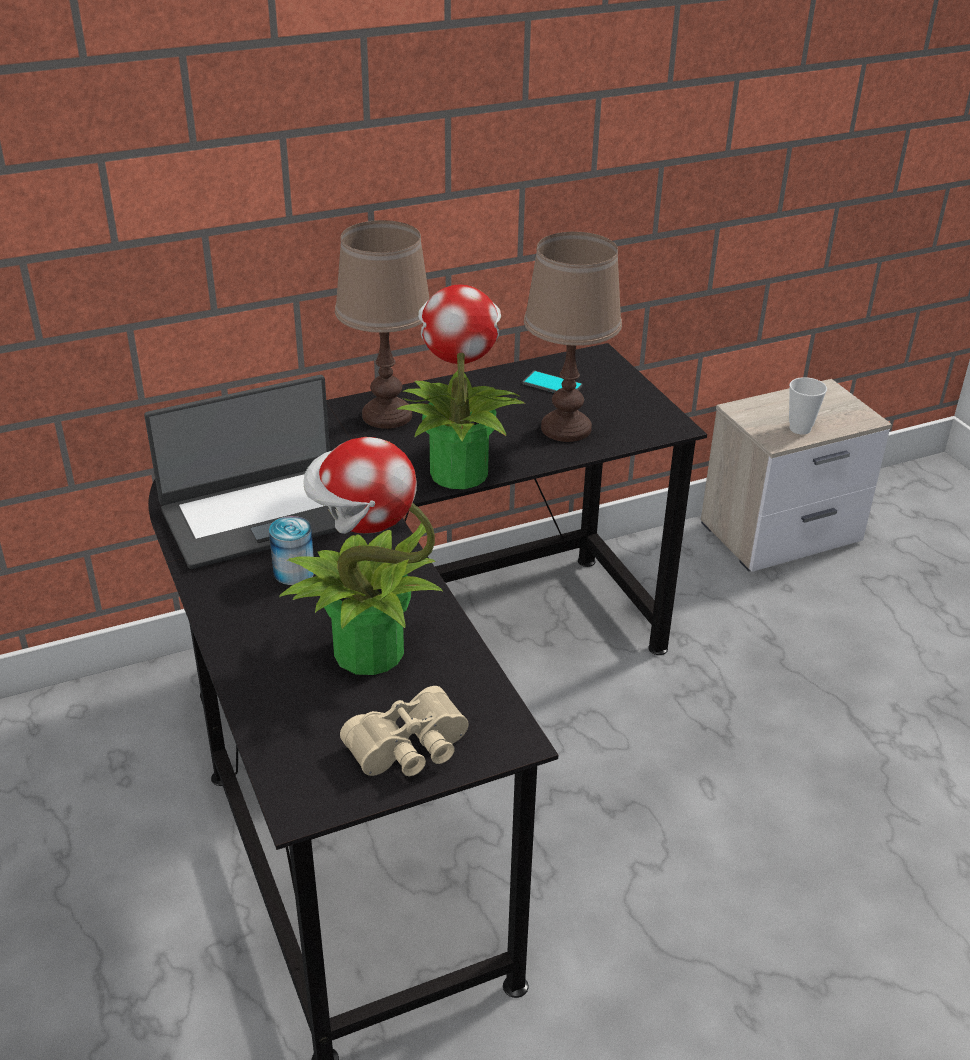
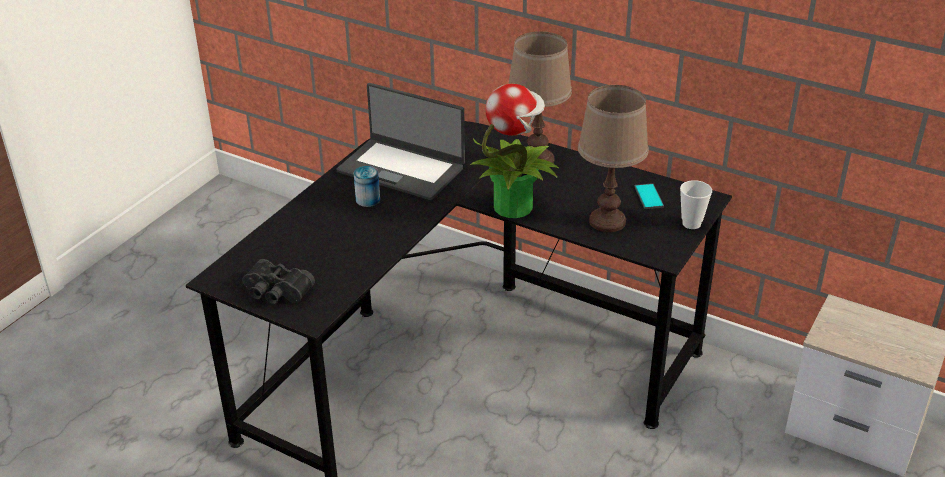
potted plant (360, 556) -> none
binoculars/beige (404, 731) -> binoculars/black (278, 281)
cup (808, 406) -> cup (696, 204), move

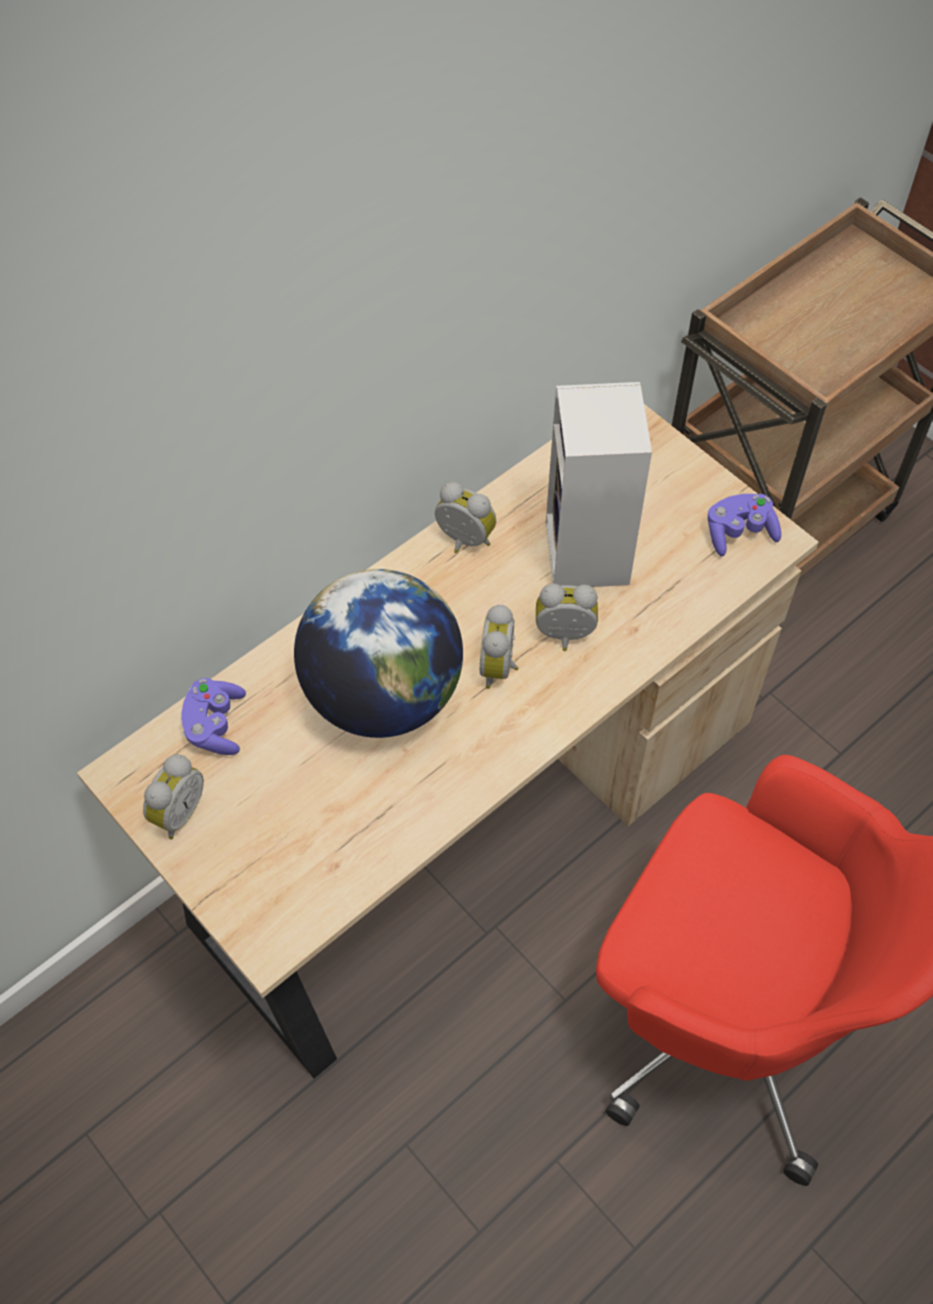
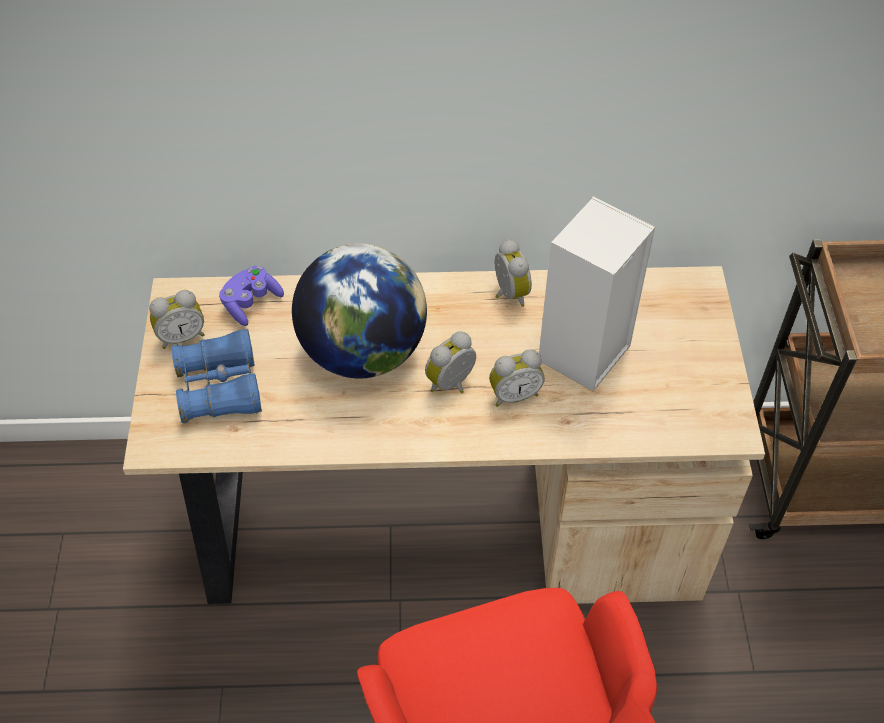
alarm clock (567, 617) -> alarm clock (517, 378), 120 degrees clockwise
game controller/purple (744, 525) -> none
none -> binoculars/blue (216, 376)

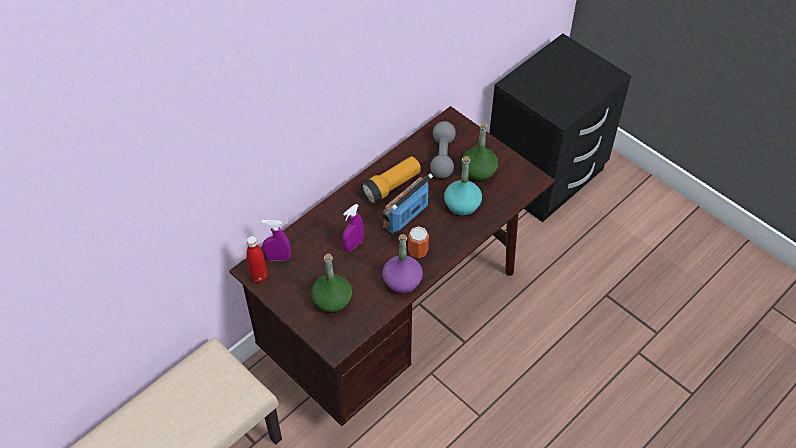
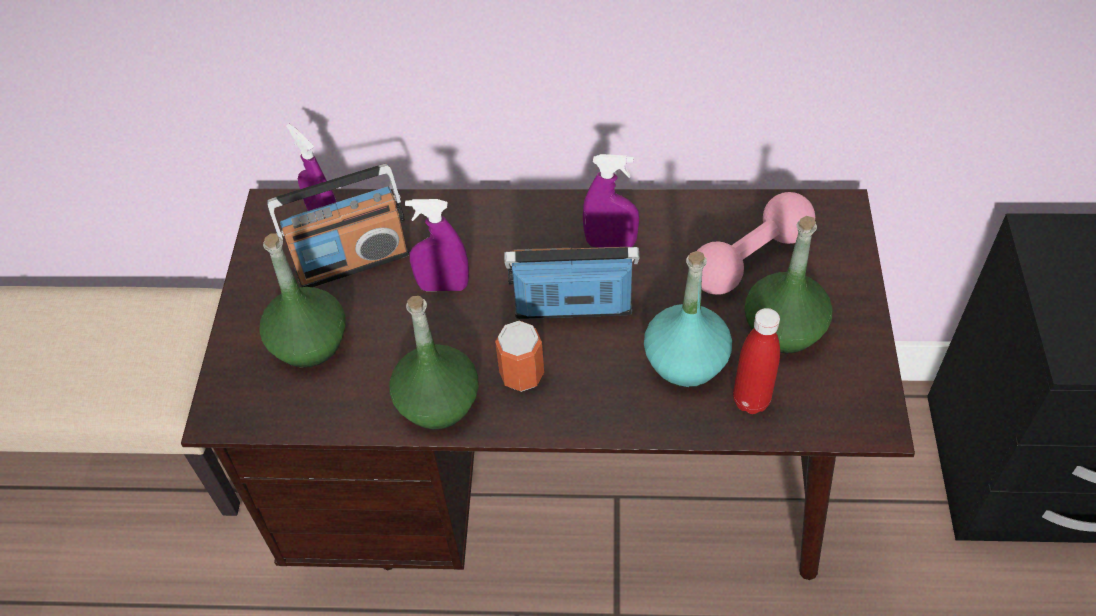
bottle/red (256, 259) -> bottle/red (756, 361), move
flashlight (391, 180) -> spray bottle/purple (611, 201)
bottle/purple (402, 264) -> bottle/green (434, 363)
dumbbell/grey (443, 149) -> dumbbell/pink (756, 243)
none -> radio (338, 225)

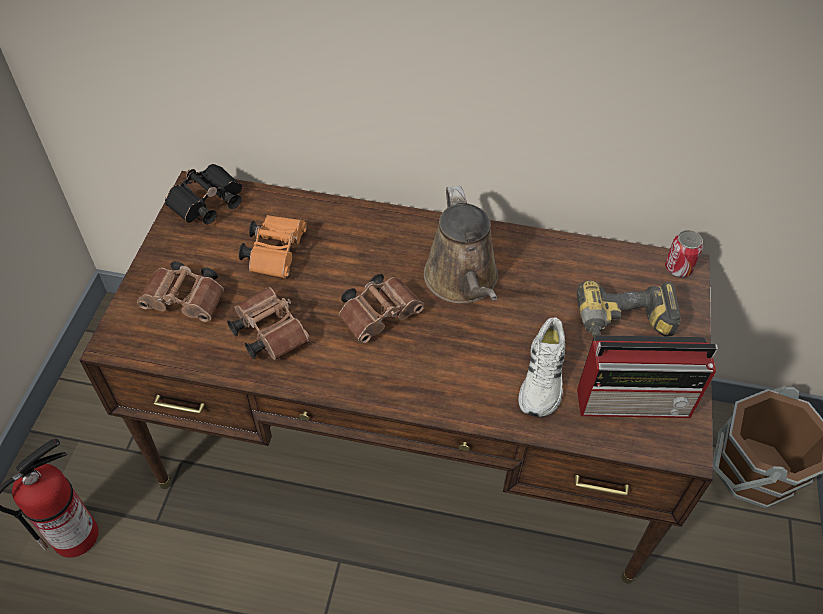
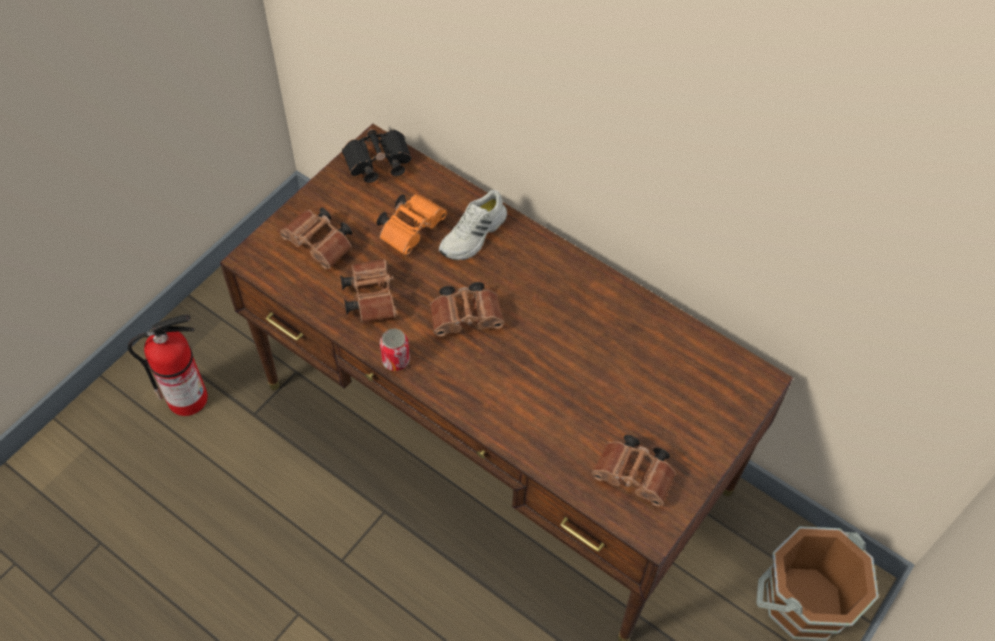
watering can/brown (461, 244) -> none
shoe/white (541, 367) -> shoe/white (473, 225), move
power drill (629, 308) -> none
radio (647, 376) -> binoculars/brown (634, 471)
can (684, 253) -> can (395, 349), move

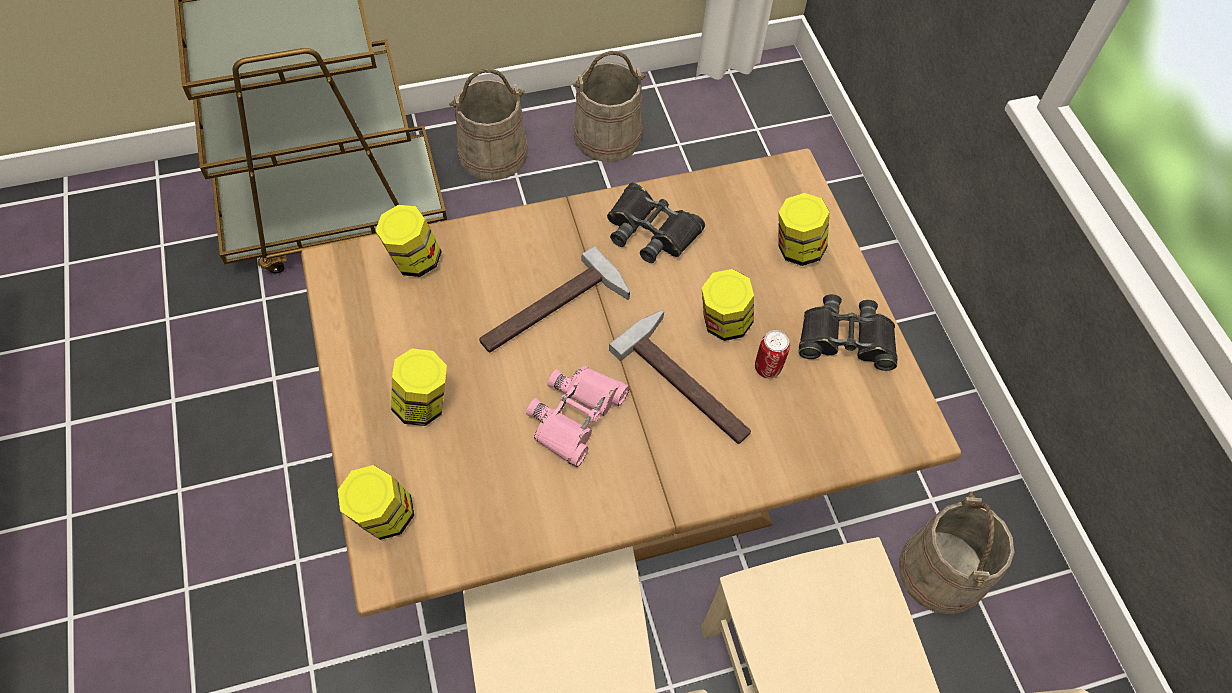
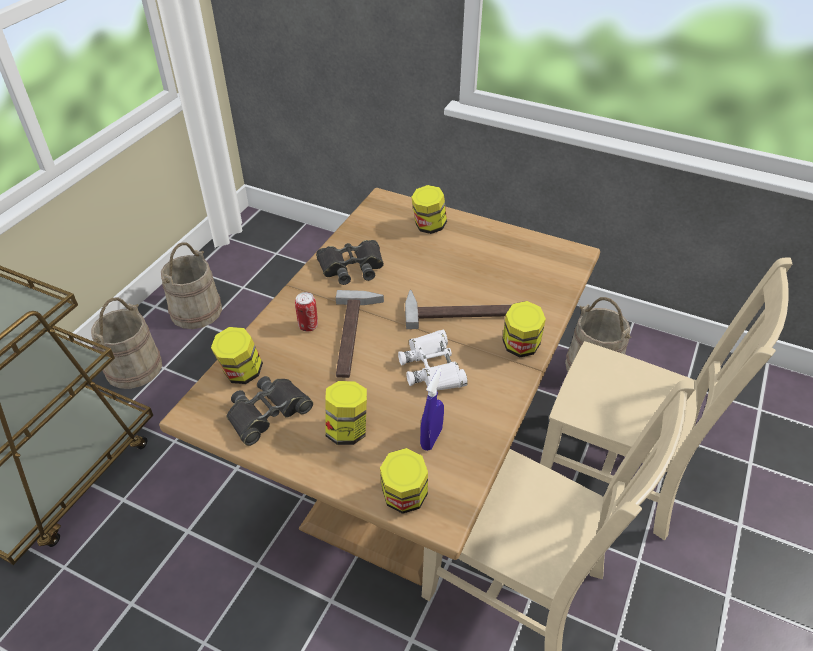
binoculars/pink (578, 416) -> binoculars/white (433, 360)
jar (728, 305) -> jar (524, 329), move
can (772, 354) -> can (306, 312), move
binoculars/black (848, 332) -> binoculars/black (269, 411), move
none -> spray bottle/blue (432, 409)

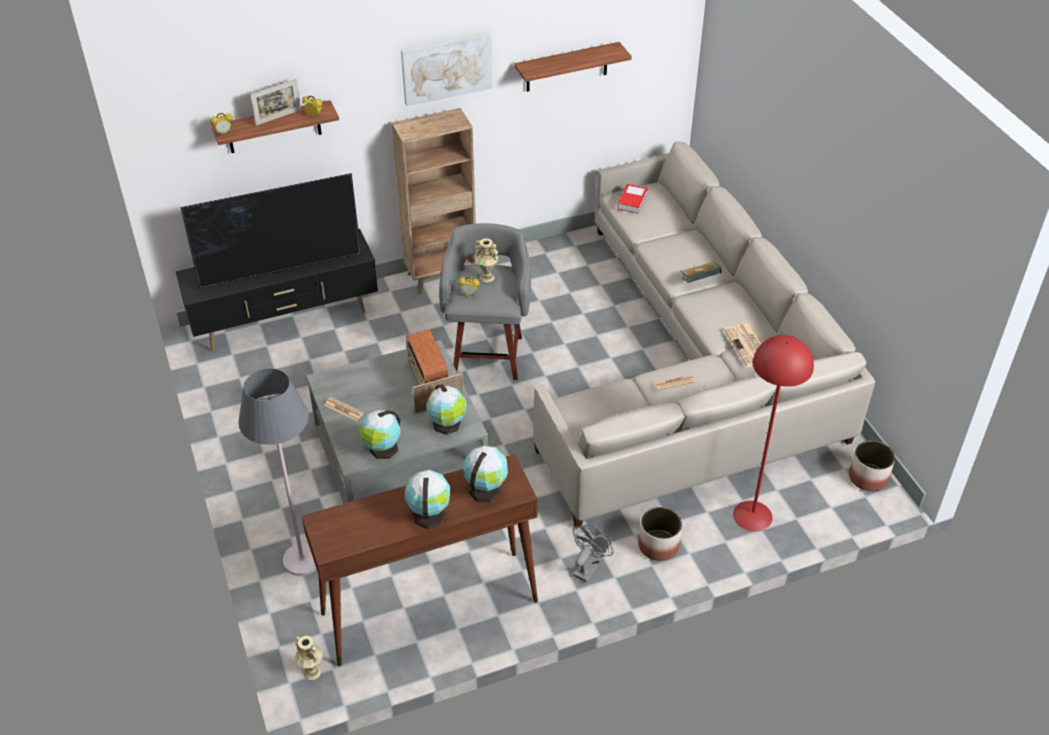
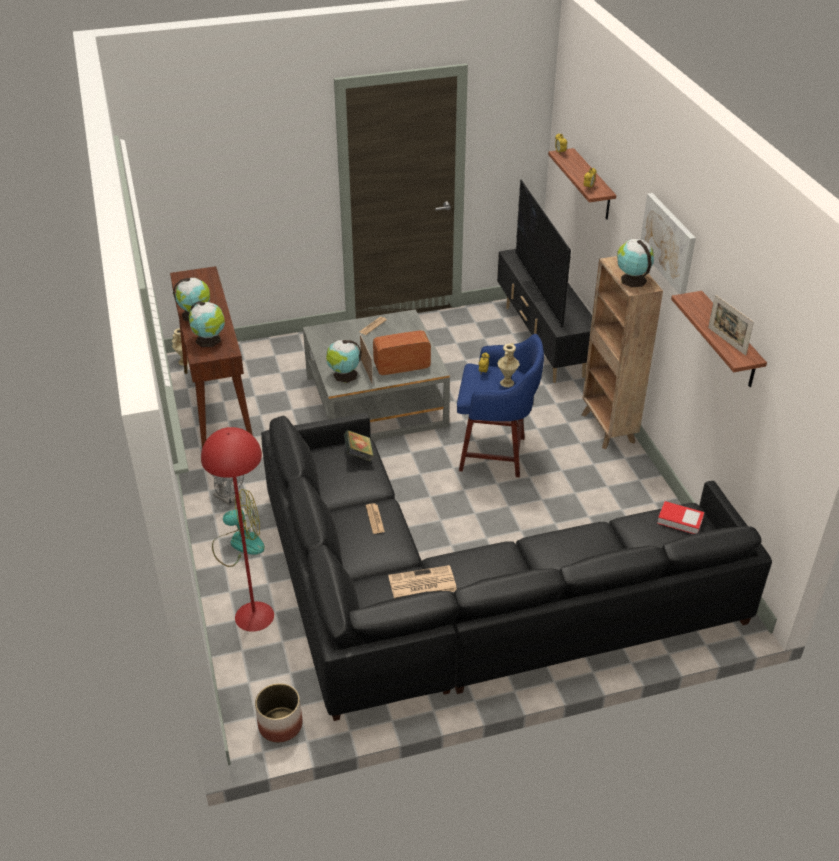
floor lamp/grey (277, 472) -> none
picture frame (275, 102) -> picture frame (731, 325), move
globe (380, 434) -> globe (635, 263), move
stool/grey (485, 301) -> stool/blue (500, 405)
sofa/beige (704, 335) -> sofa/black (516, 567)
planter (660, 534) -> fan (238, 528)
book (701, 272) -> book (359, 446), move

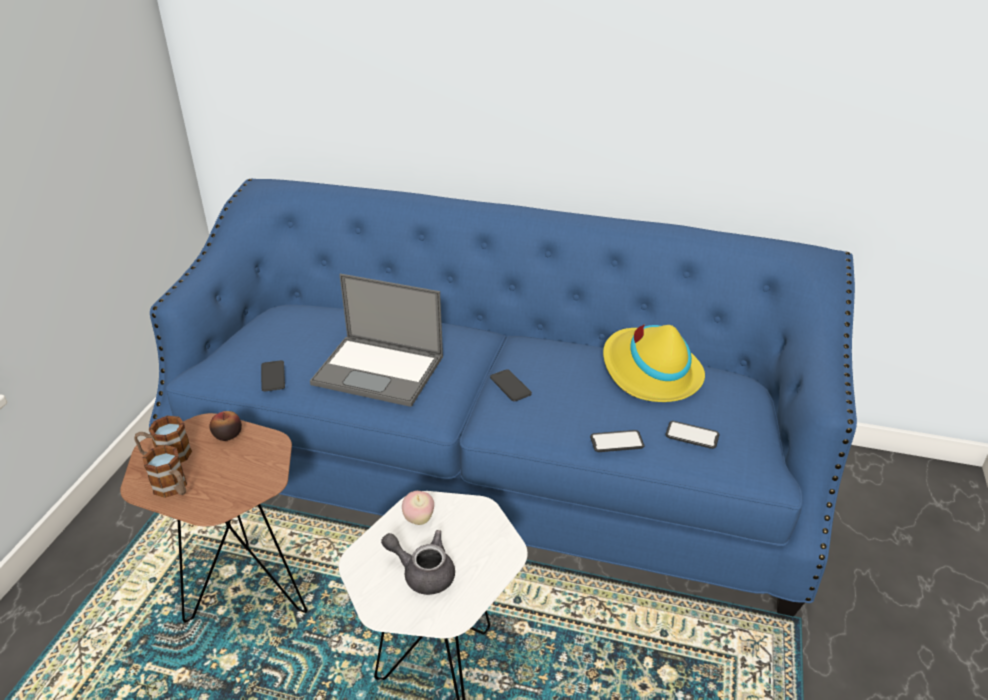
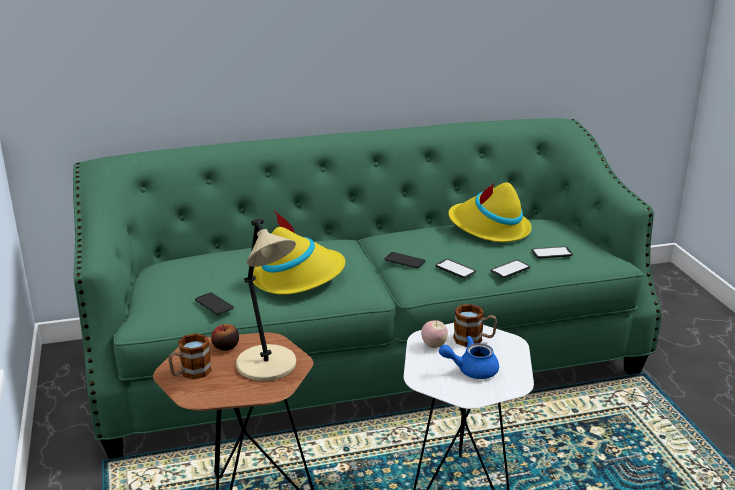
mug (164, 471) -> mug (475, 325), move
sofa/blue (503, 397) -> sofa/green (367, 288)
laptop (376, 340) -> hat/yellow (299, 253)
teapot/grey (418, 562) -> teapot/blue (469, 357)
none -> table lamp/beige (266, 300)
none -> phone (455, 268)

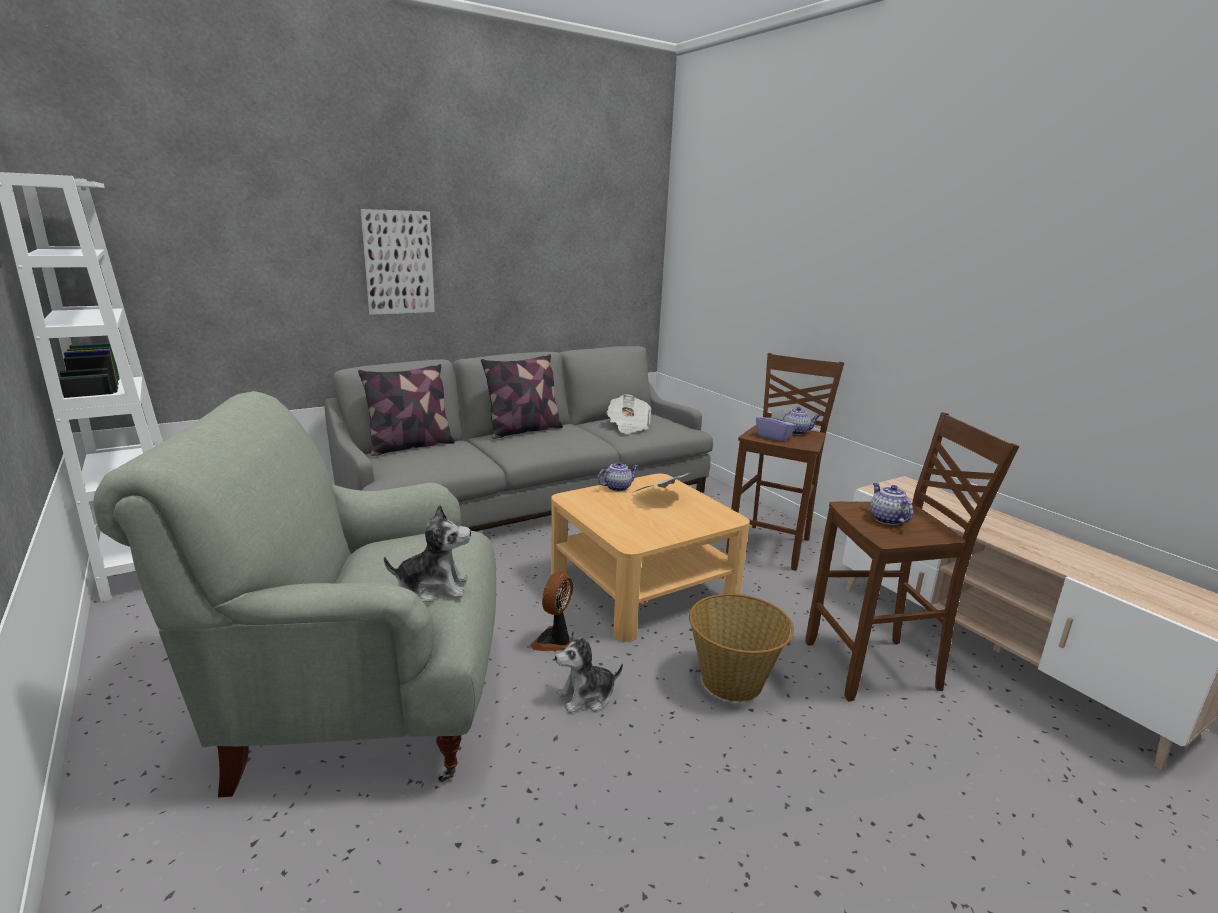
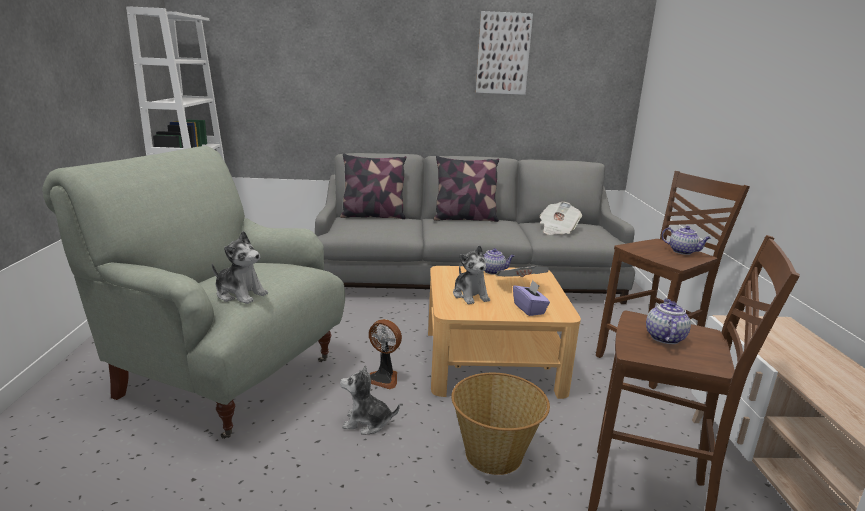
picture (398, 262) -> picture (504, 53), move
fan (551, 611) -> fan (385, 354), 120 degrees counterclockwise
tissue box/purple (776, 425) -> tissue box/purple (531, 298), move
none -> plush toy (471, 274)

